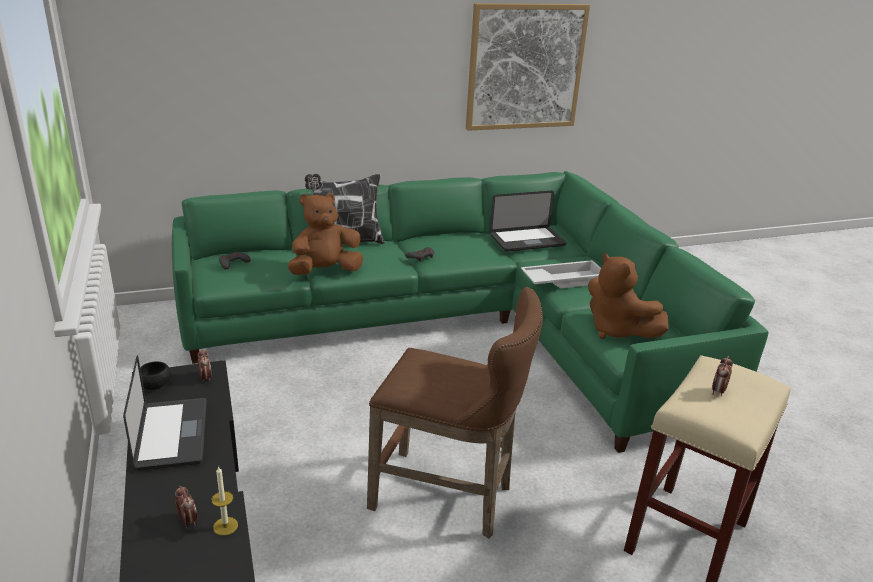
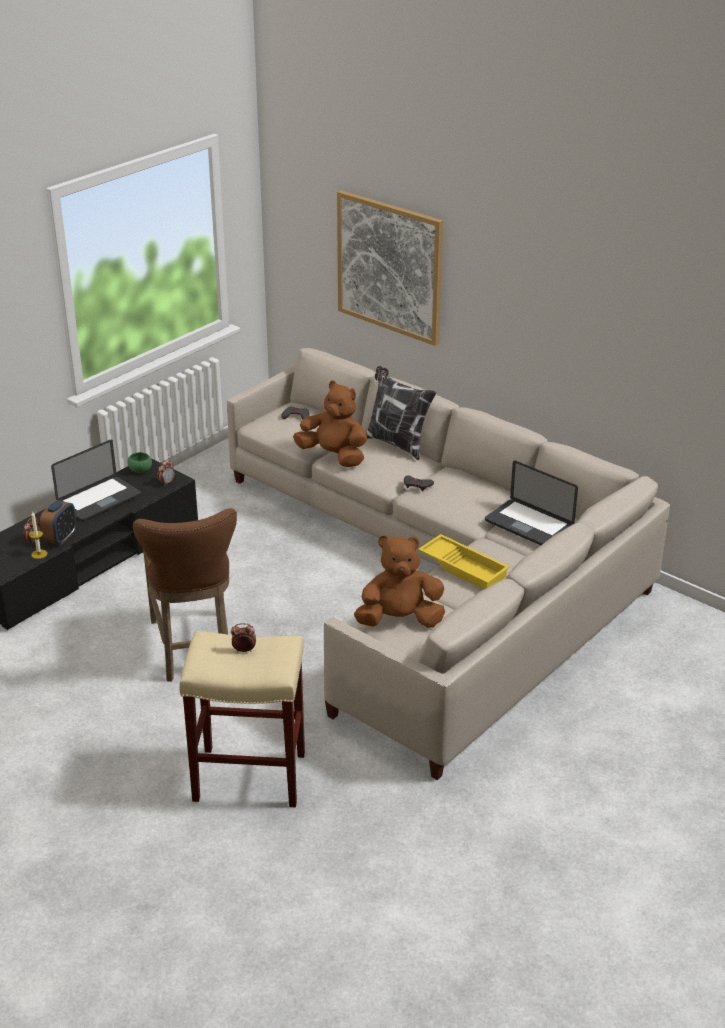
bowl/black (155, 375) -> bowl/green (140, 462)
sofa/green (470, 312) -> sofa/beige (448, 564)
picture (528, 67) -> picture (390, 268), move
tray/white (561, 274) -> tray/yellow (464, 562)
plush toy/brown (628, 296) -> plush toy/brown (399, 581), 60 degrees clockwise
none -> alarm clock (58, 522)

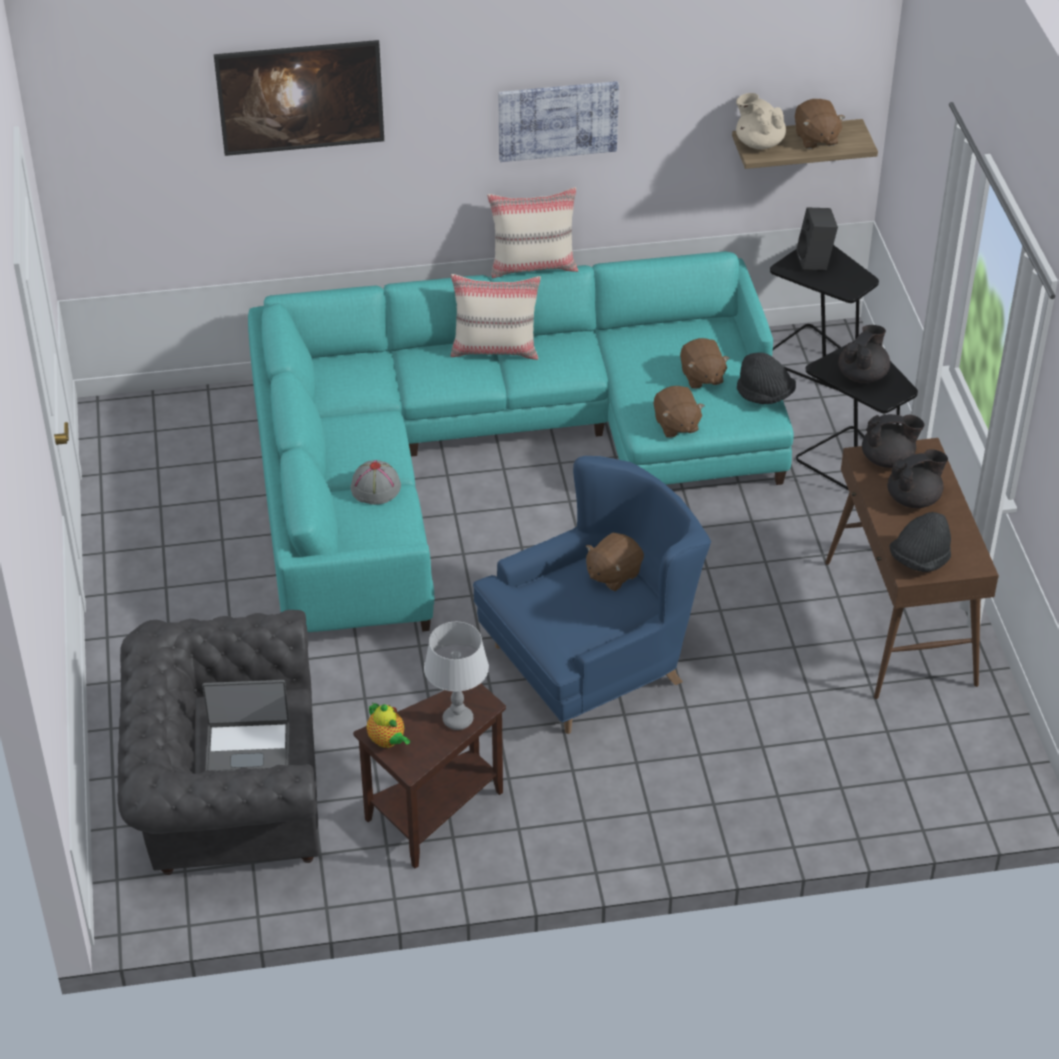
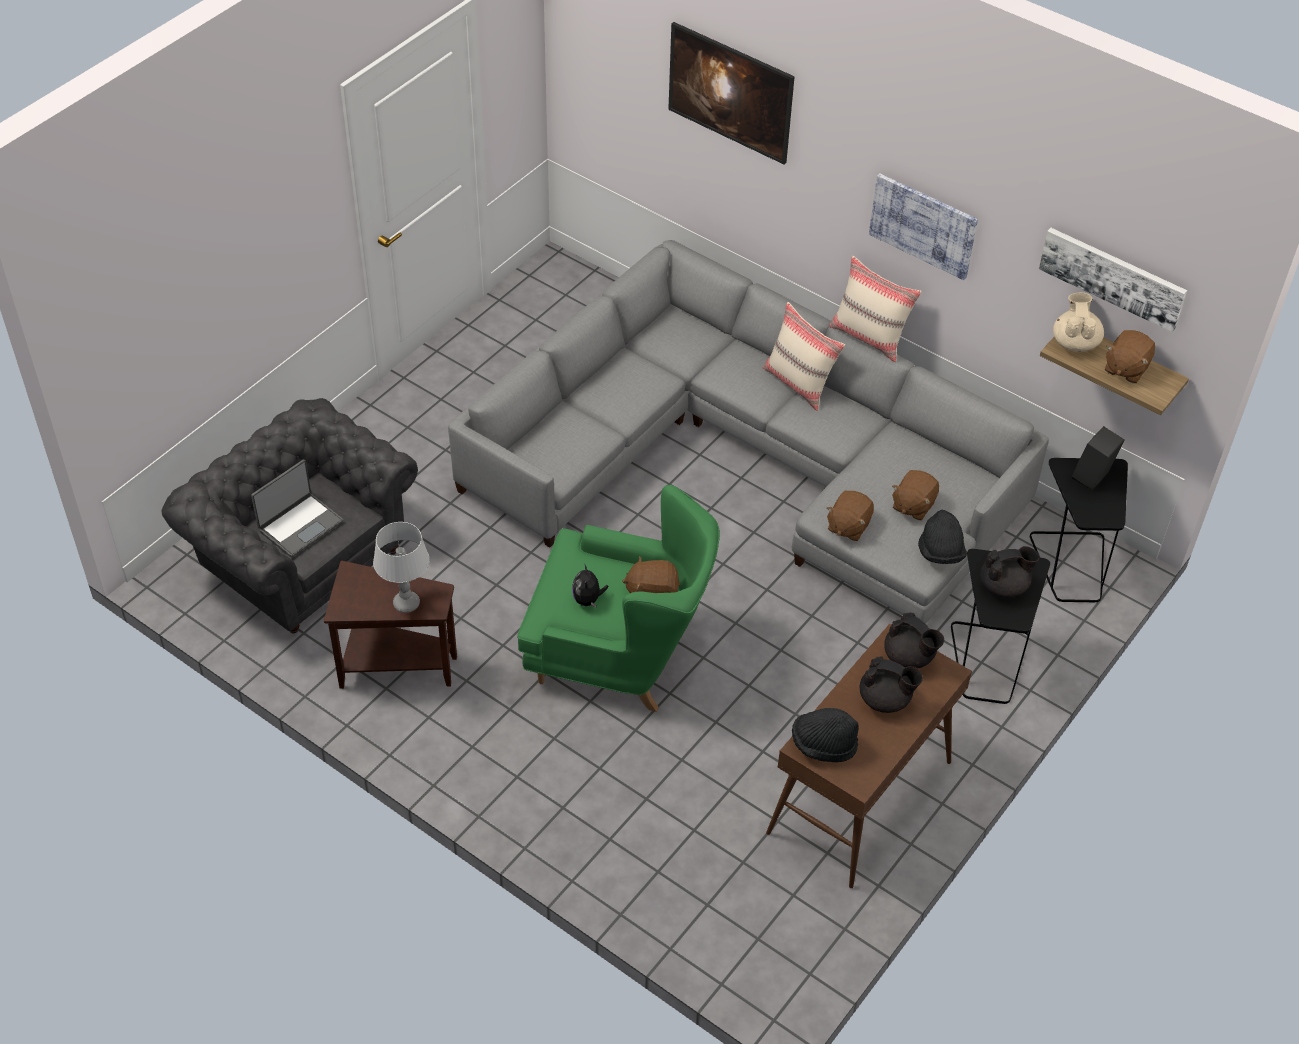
laptop (246, 726) -> laptop (297, 508), 90 degrees counterclockwise
sofa/turquoise (521, 441) -> sofa/grey (748, 431)
hat/grey (376, 482) -> none
teapot (388, 725) -> none
armchair/blue (592, 595) -> armchair/green (618, 598)
none -> plush toy (590, 585)
none -> picture (1113, 280)

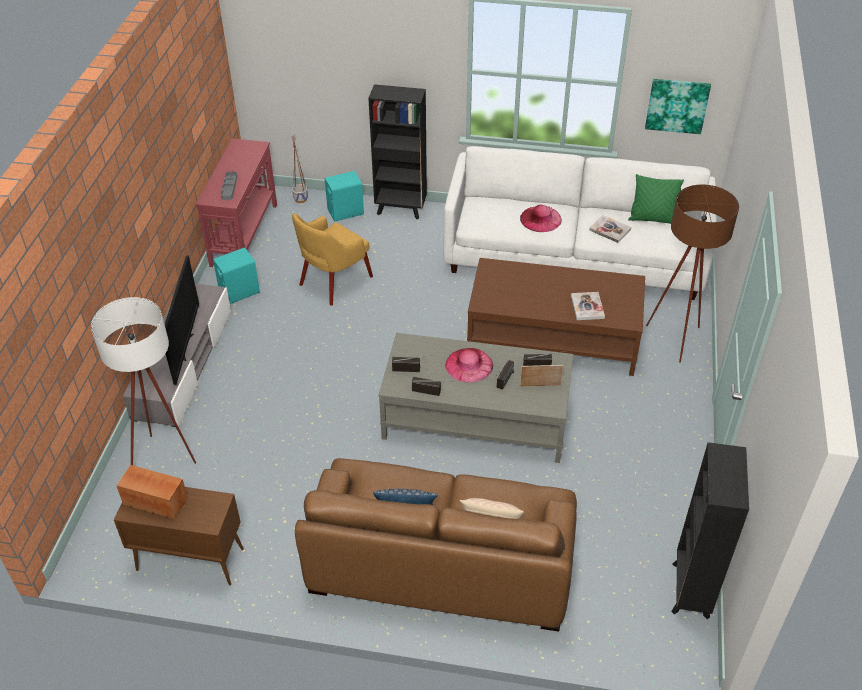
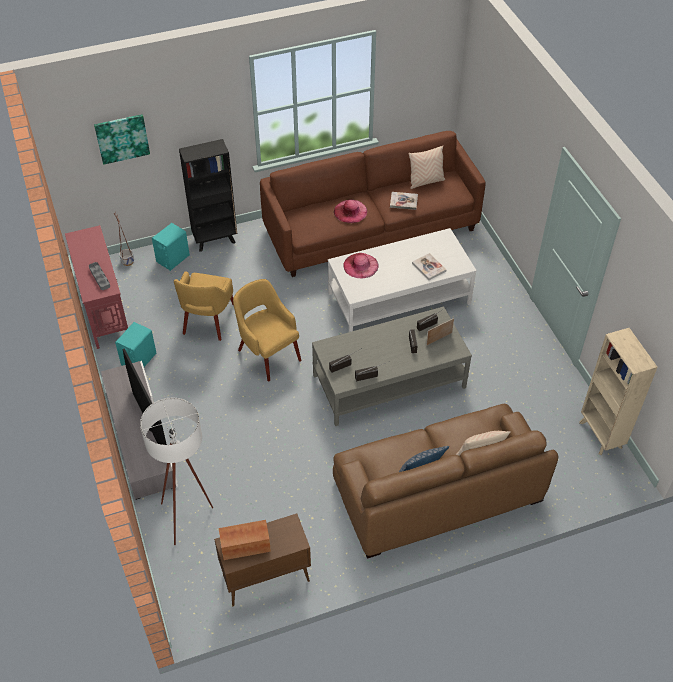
sofa/white (580, 223) -> sofa/brown (373, 204)
hat/pink (469, 365) -> hat/pink (361, 266), move
coffee table/brown (556, 317) -> coffee table/white (402, 280)
pillow/green (656, 199) -> pillow/beige (426, 167)
picture (678, 106) -> picture (122, 139), move
floor lamp/brown (692, 273) -> none
bookcase/black (710, 530) -> bookcase/beige (618, 391)
none -> armchair/yellow (267, 330)

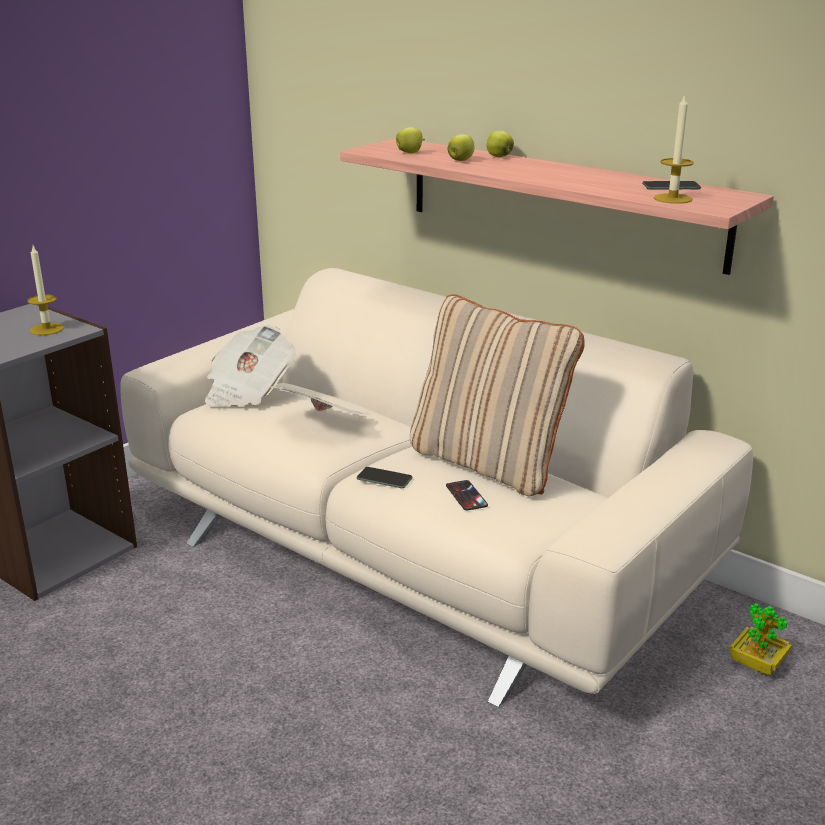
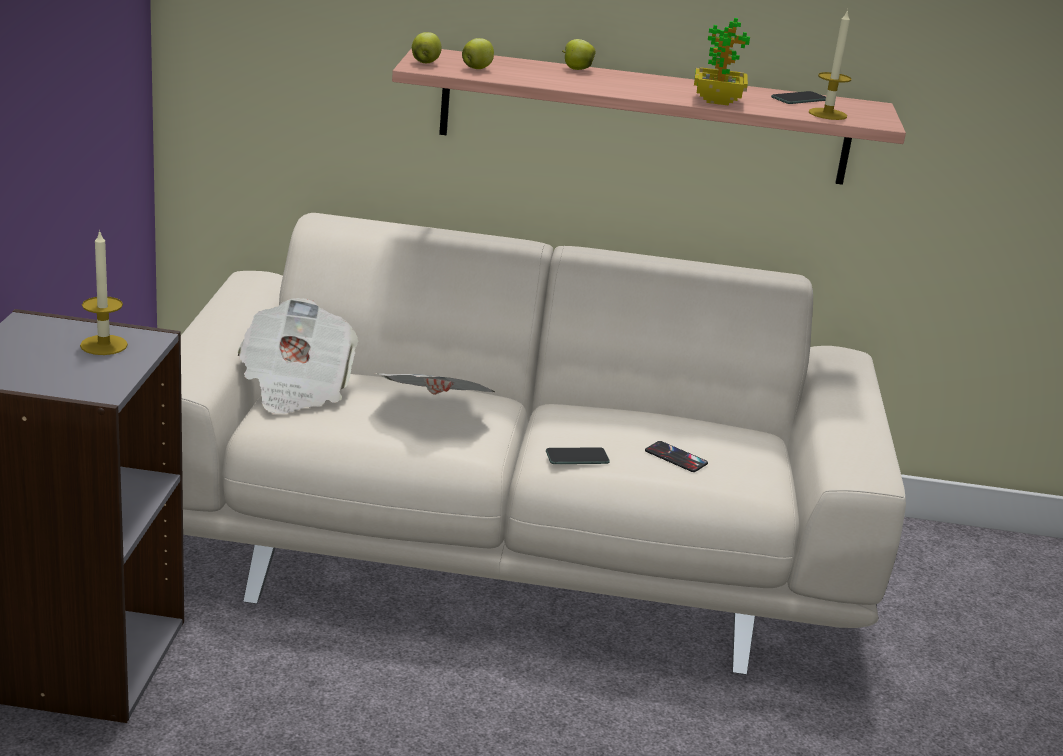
pillow/beige (497, 395) -> none
apple (461, 147) -> apple (427, 47), move
potted plant (760, 639) -> potted plant (722, 62), move

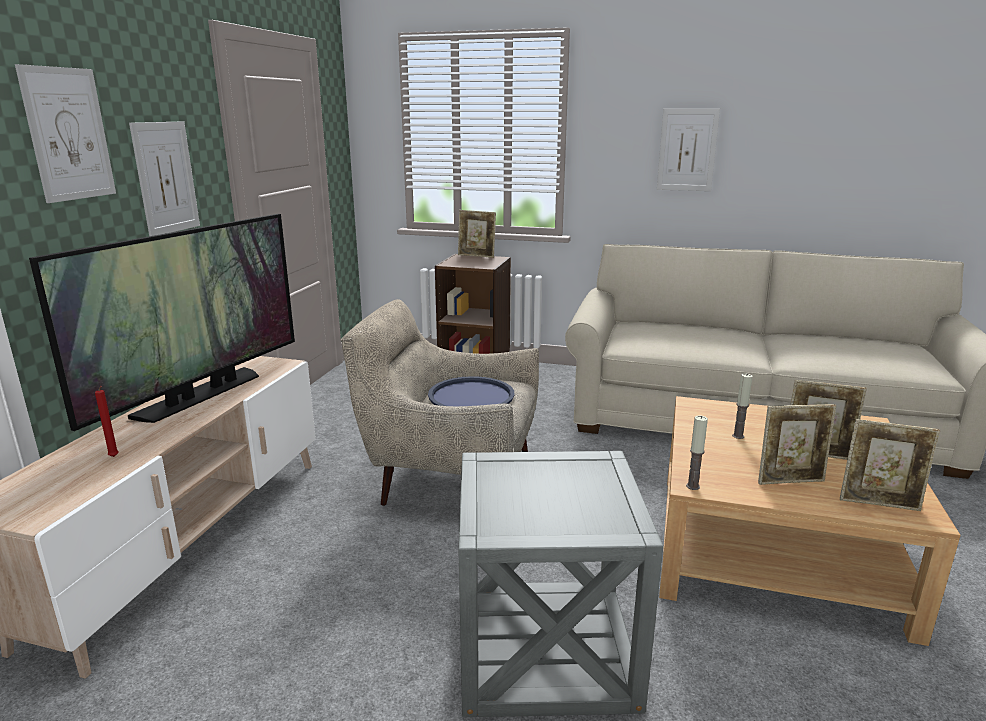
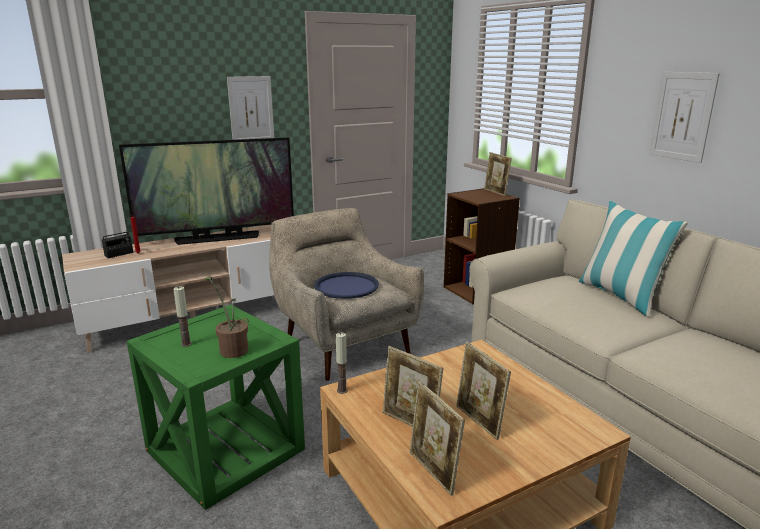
picture (65, 133) -> none
side table/grey (561, 584) -> side table/green (216, 407)
candle (742, 406) -> candle (182, 317), move
none -> radio (117, 239)
none -> potted plant (226, 317)
none -> pillow (633, 259)

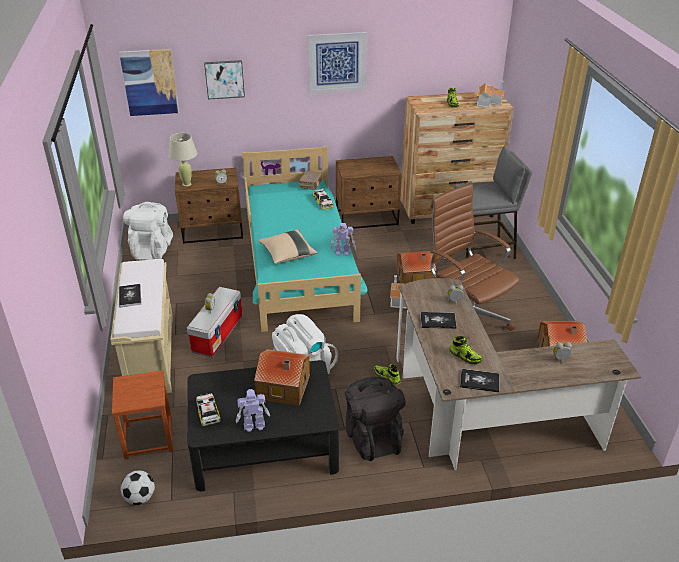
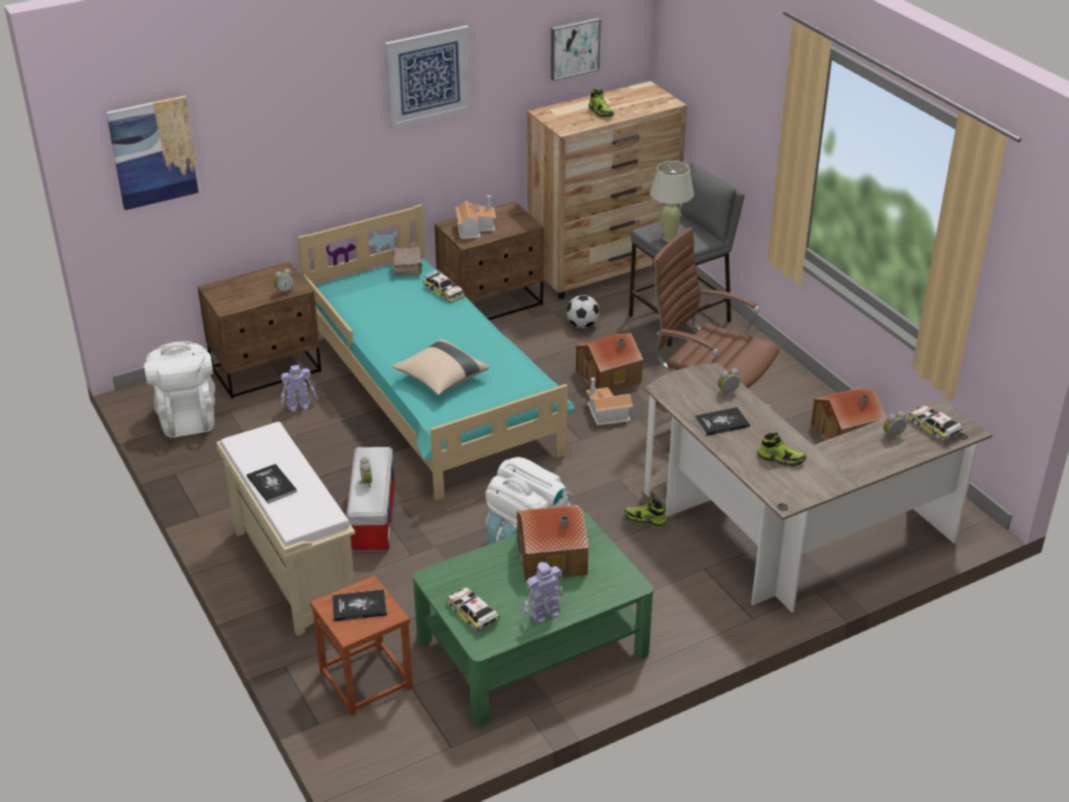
football (138, 487) -> football (583, 311), move
table lamp/beige (182, 160) -> table lamp/beige (672, 201), move
coffee table/black (263, 425) -> coffee table/green (533, 619)
picture (224, 80) -> picture (576, 49), move
toy robot (343, 239) -> toy robot (299, 388), move
backpack/black (375, 419) -> none
book (480, 381) -> book (359, 605), move
toy house (490, 94) -> toy house (475, 217), move
none -> toy car (934, 423)

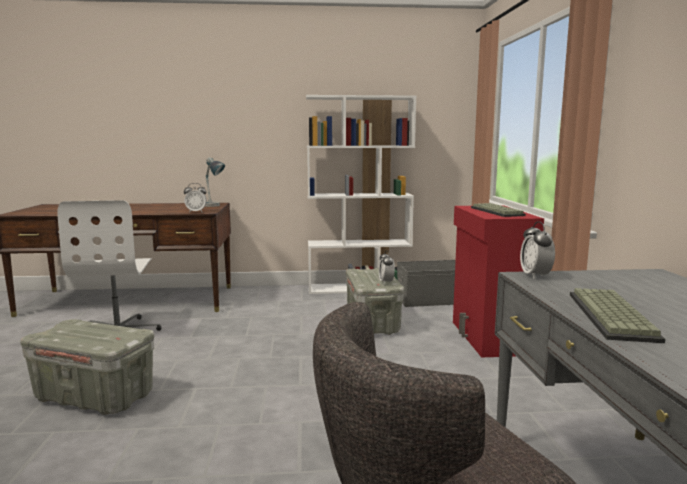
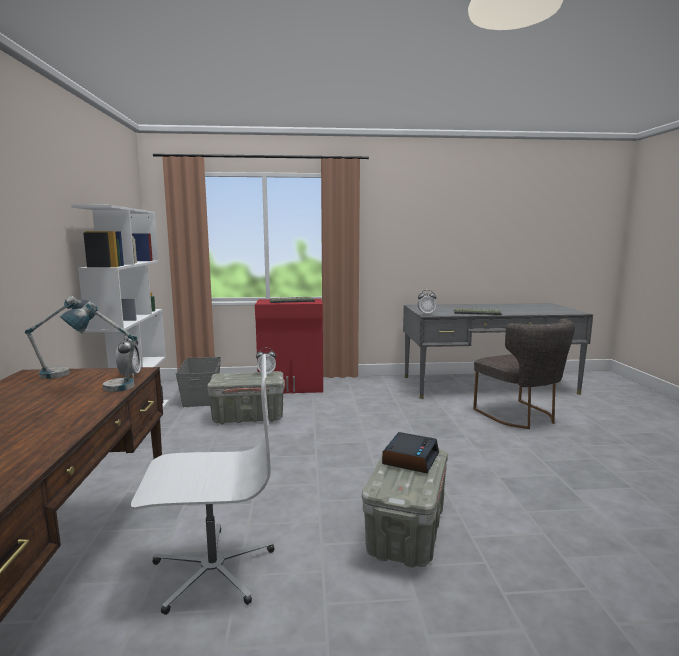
none -> table lamp (98, 346)
none -> alarm clock (410, 452)

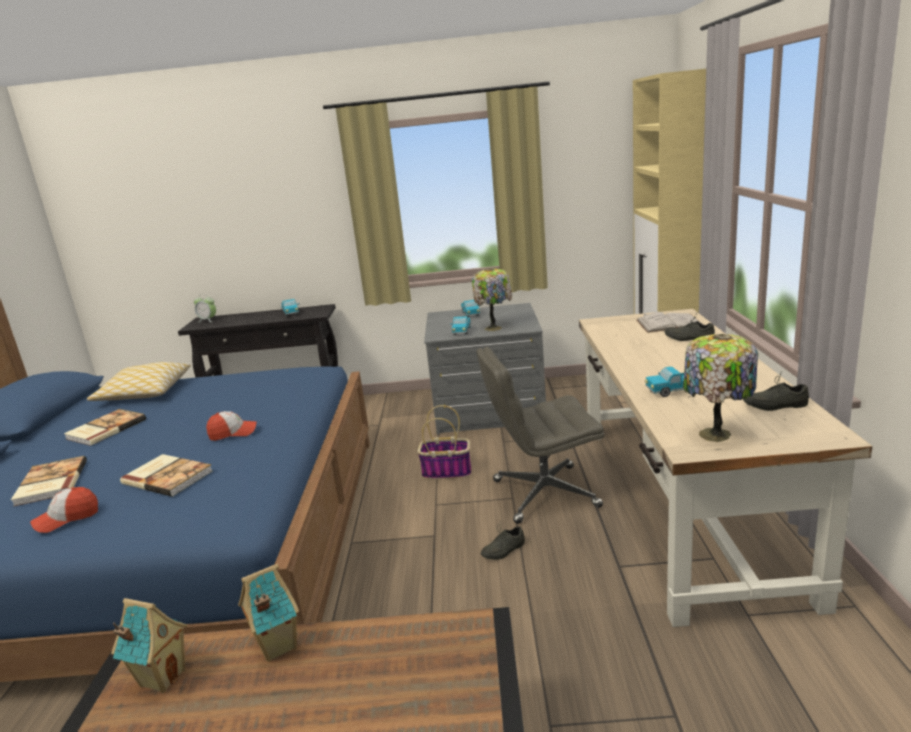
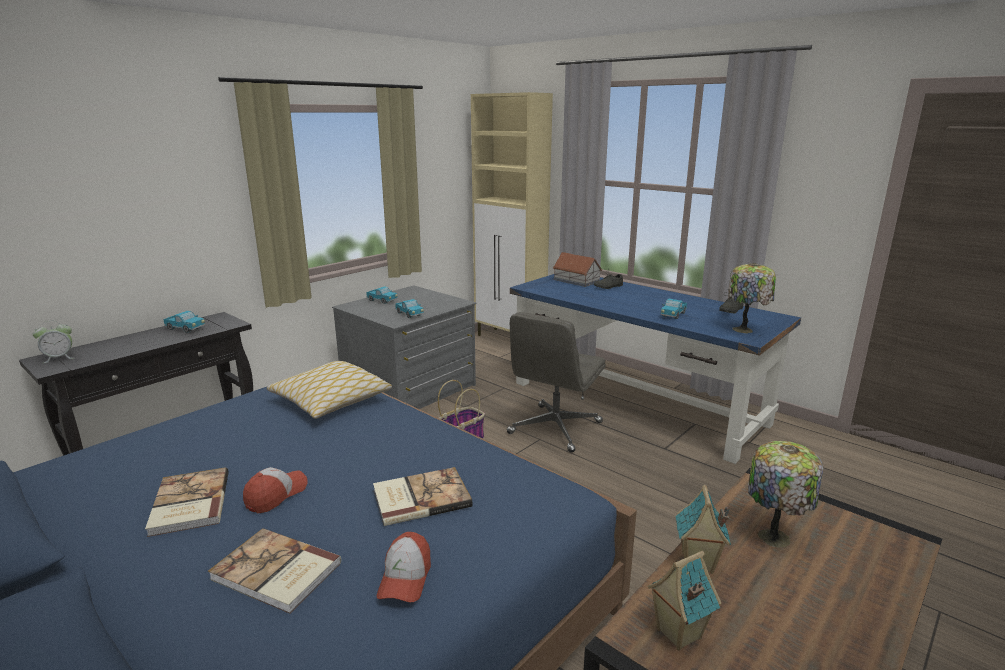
pillow (139, 381) -> pillow (329, 390), move
cap (231, 426) -> cap (275, 490), move
table lamp (492, 299) -> table lamp (785, 494), move
shoe/grey (502, 540) -> none
desk/beige (726, 468) -> desk/blue (655, 369)
book/white (669, 322) -> toy house (577, 269)

